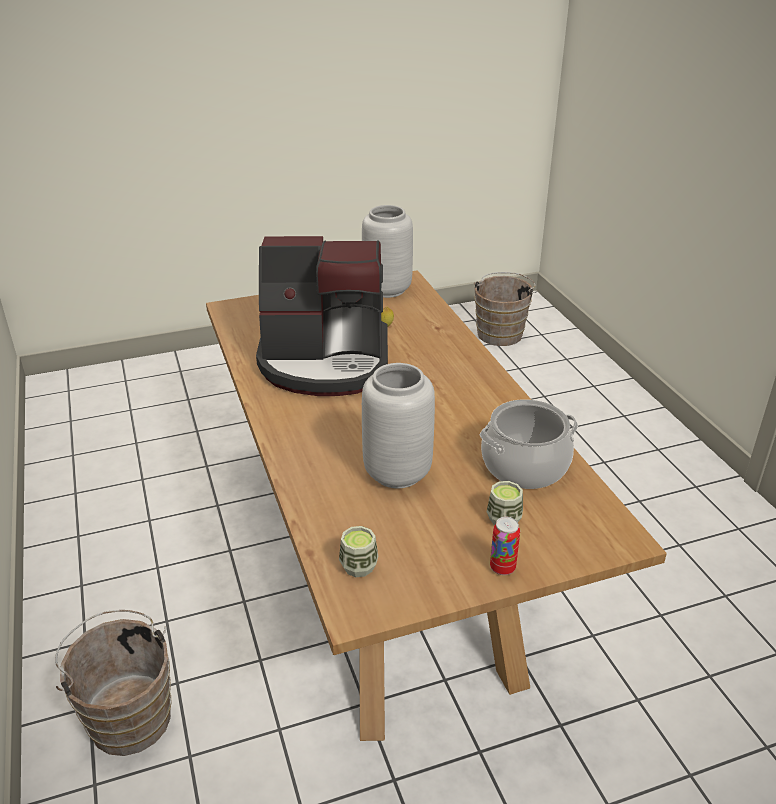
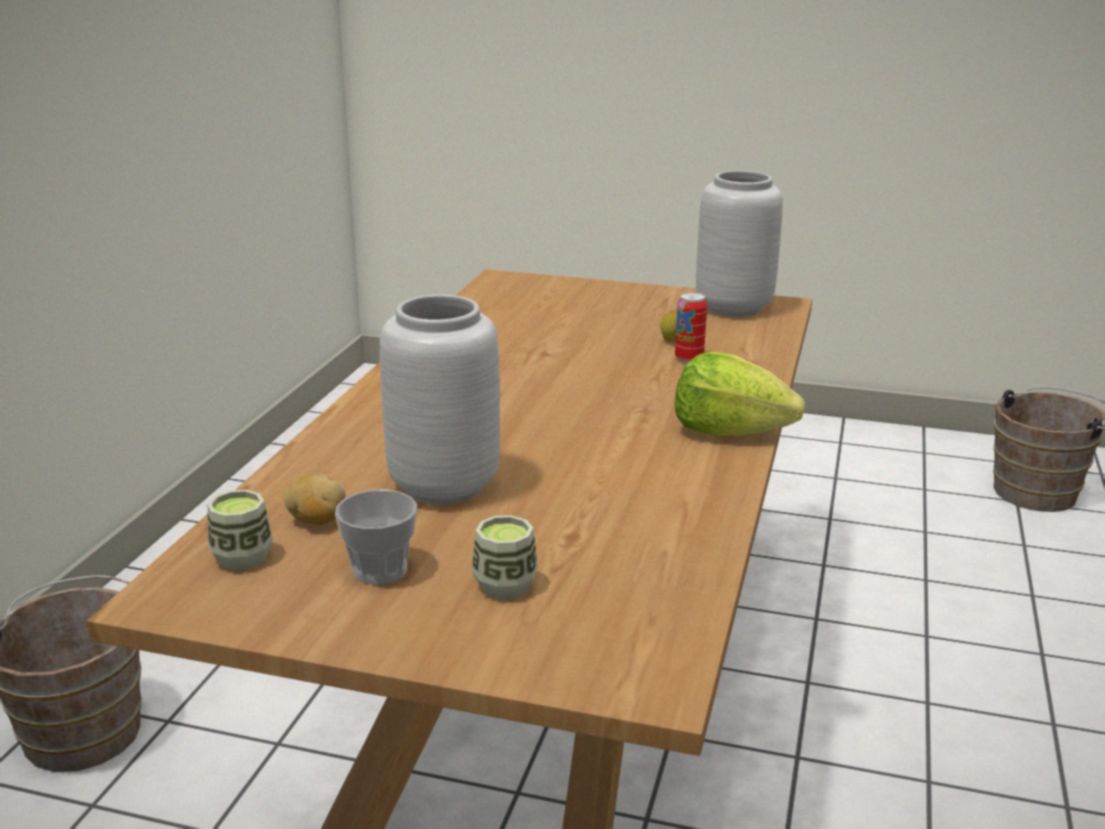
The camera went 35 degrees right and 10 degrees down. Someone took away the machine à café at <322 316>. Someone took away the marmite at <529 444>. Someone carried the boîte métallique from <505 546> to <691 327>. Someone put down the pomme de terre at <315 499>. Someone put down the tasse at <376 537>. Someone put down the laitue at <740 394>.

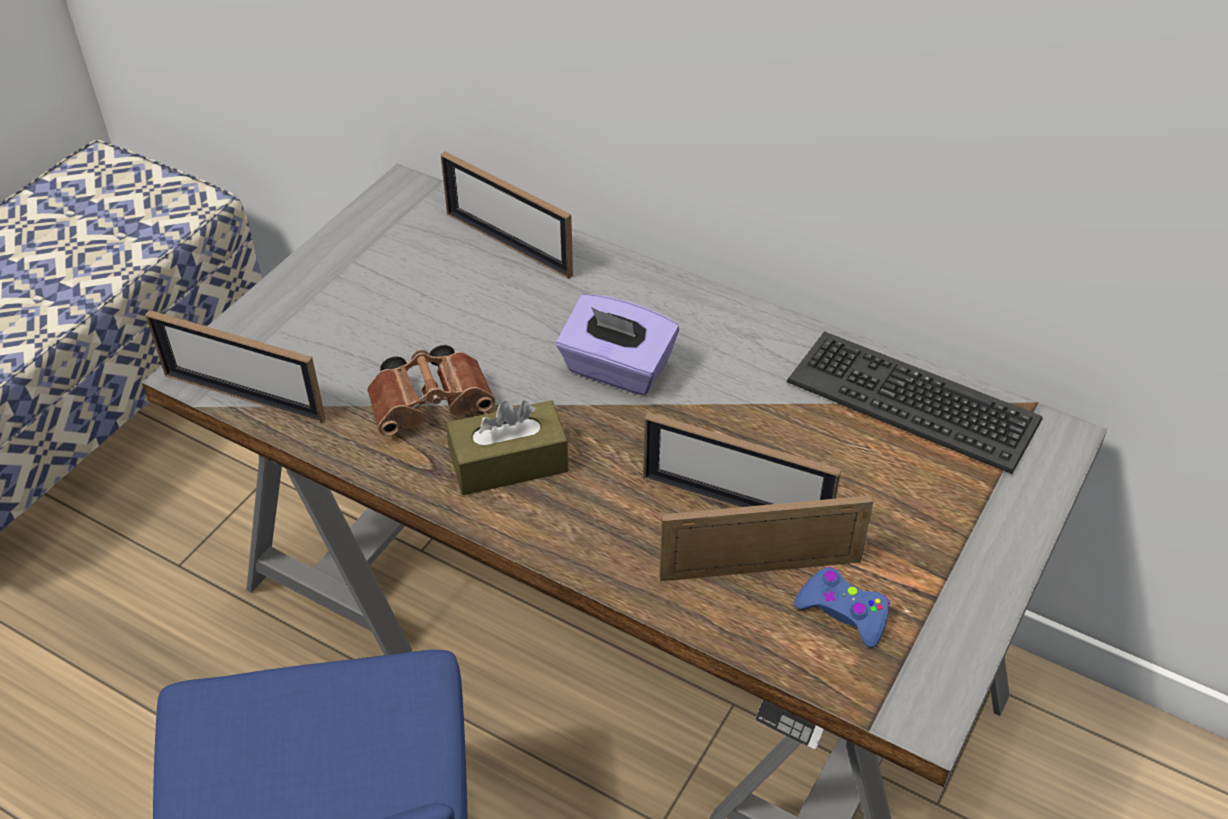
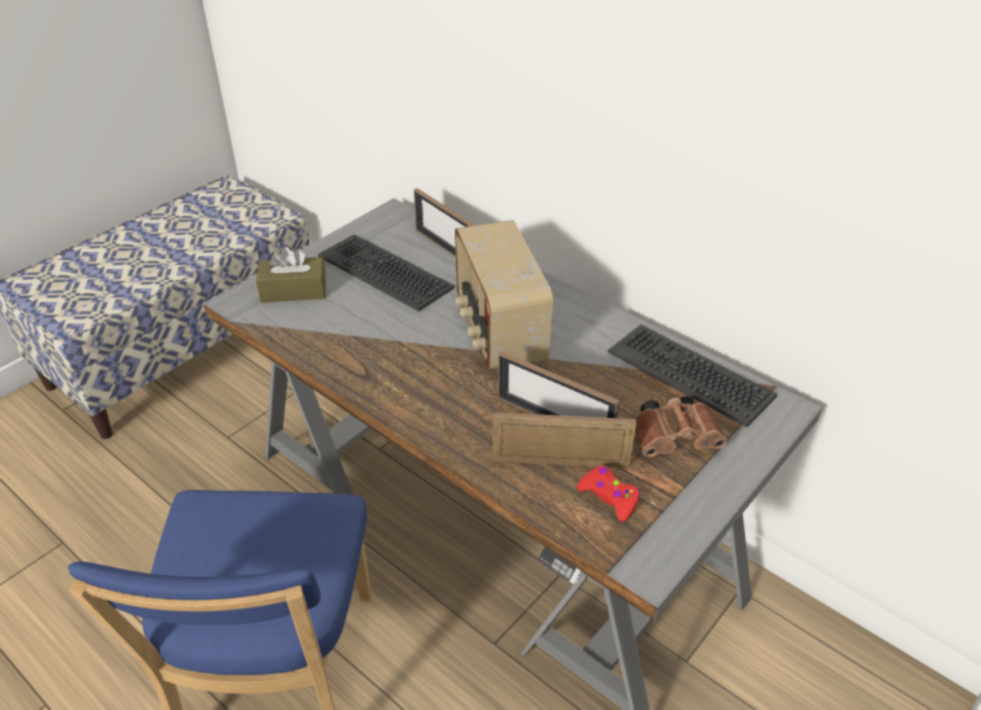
The camera went 10 degrees right and 5 degrees down. Someone took away the cadre photo at <235 366>. Someone carried the jumelles (marron) from <431 390> to <680 426>. Someone carried the boîte à mouchoirs (marron) from <507 447> to <291 275>. Someone swapped the boîte à mouchoirs (violet) at <617 344> for the radio at <504 294>. Someone repainted the manette (bleu) at <842 607>, which became the manette (rouge) at <608 494>. Someone put down the clavier at <386 272>.

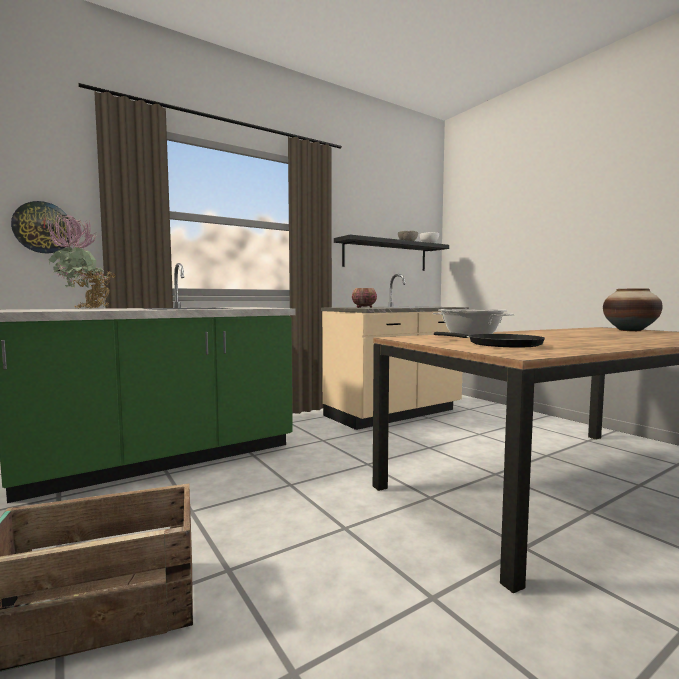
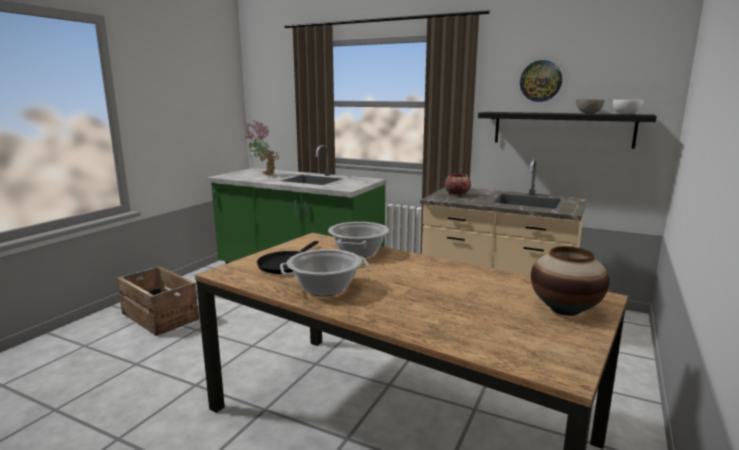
The camera went 60 degrees right and 10 degrees up. Someone carried the horloge murale from <41 227> to <541 81>. Someone put down the marmite at <324 272>.

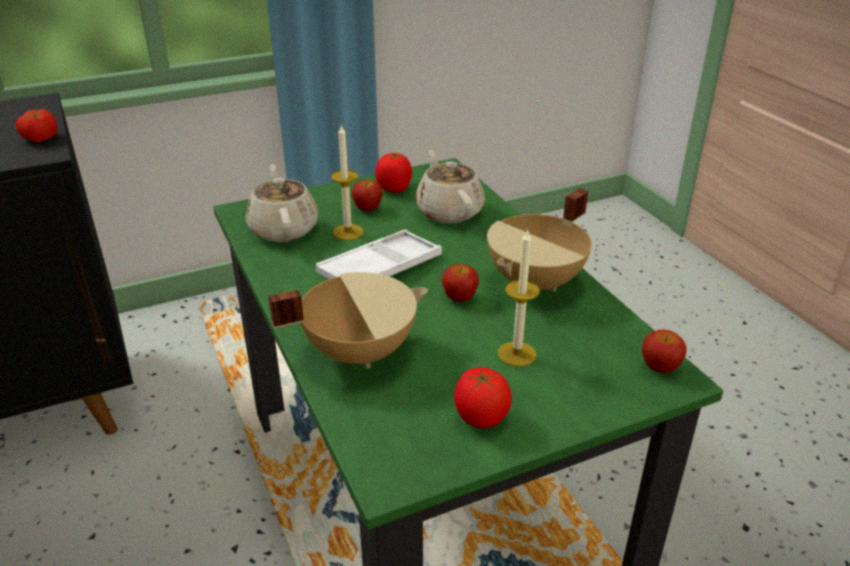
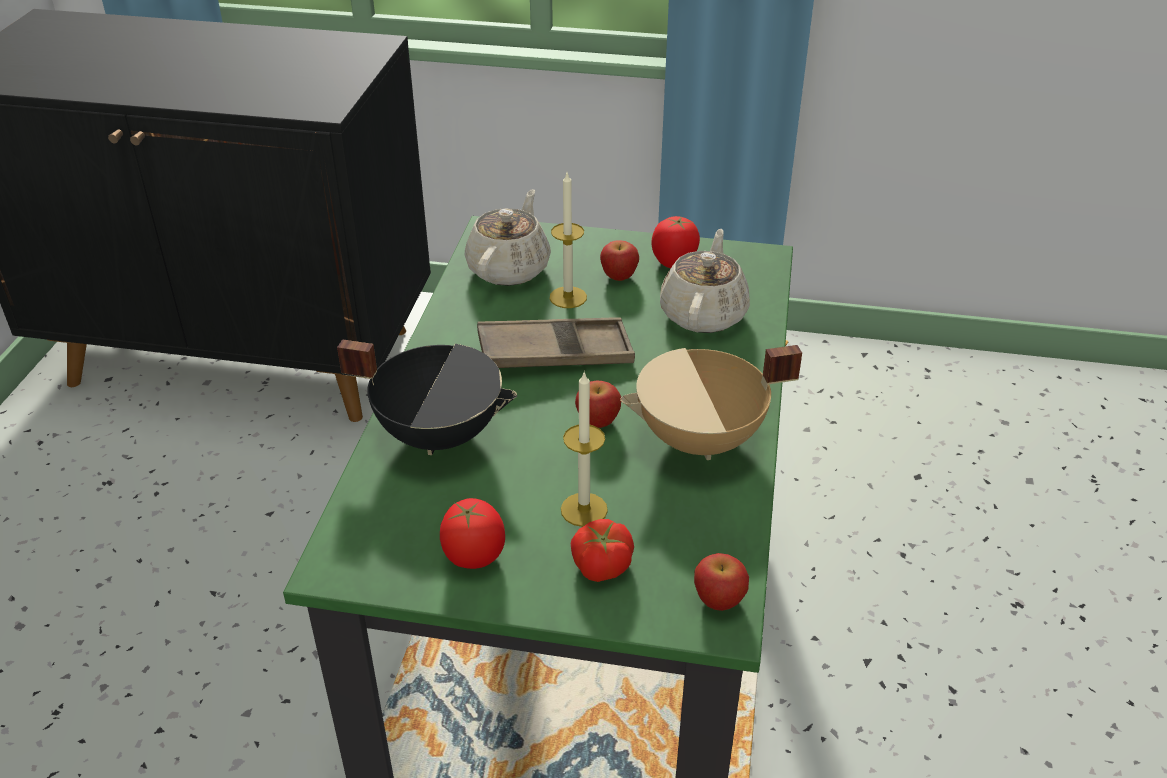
The camera went 35 degrees right and 5 degrees up. Someone carried the tomate from <36 126> to <602 550>. Someone repainted the marmite (beige) at <348 320>, which became the marmite (noir) at <427 397>. Someone repainted the plateau (blanc) at <379 254>, which became the plateau (marron) at <556 342>.

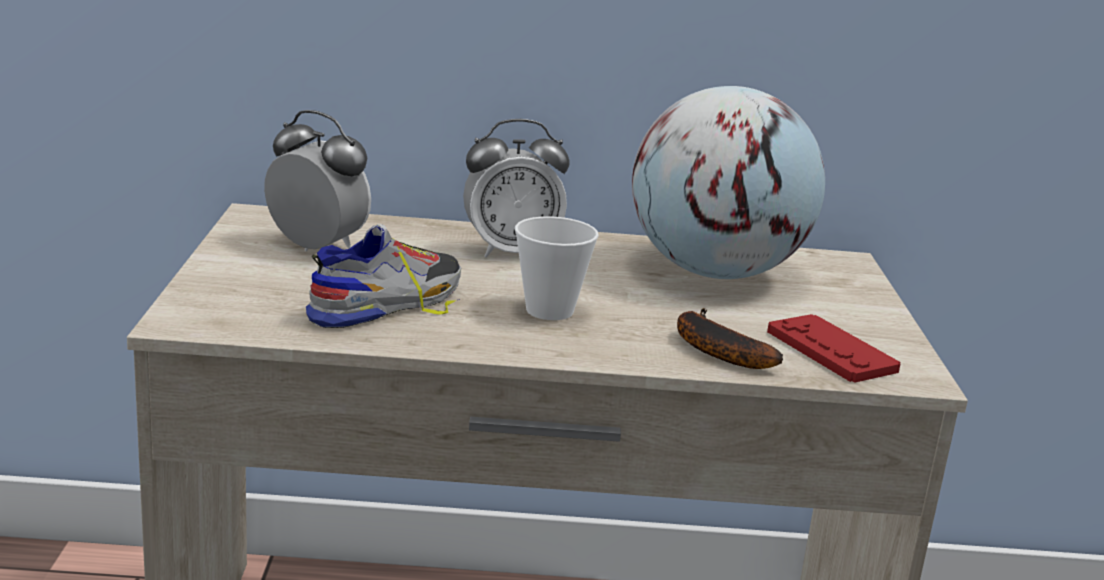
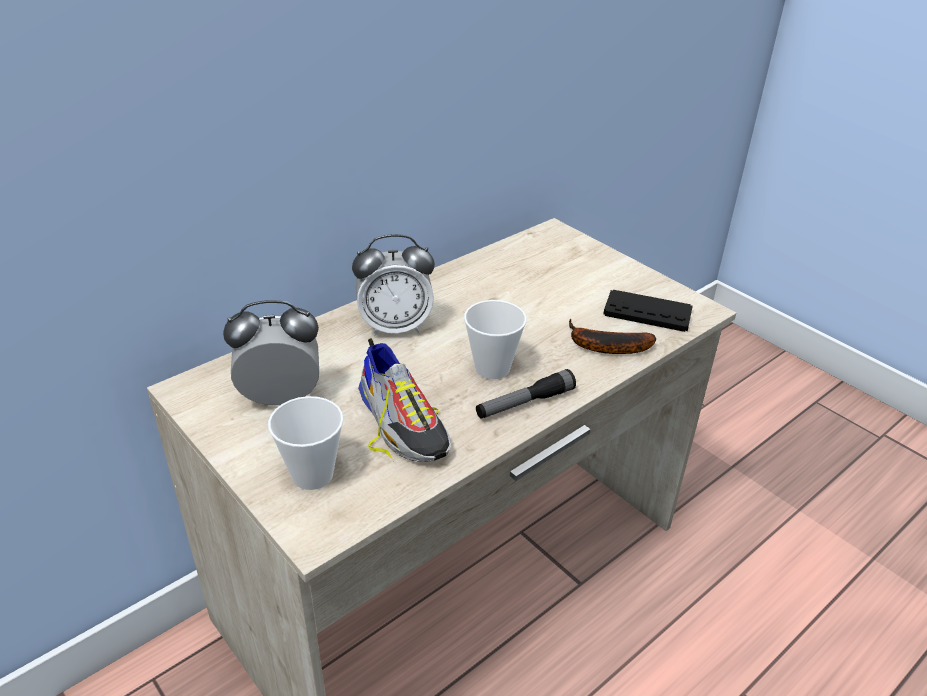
The camera went 40 degrees left and 15 degrees up. Someone rotated the chaussure at <383 276> by 150 degrees clockwise. Someone rotated the réveil at <516 188> by 45 degrees clockwise. Someone took away the globe at <728 182>. Someone repainted the manette (rouge) at <833 348>, which became the manette (noir) at <648 311>. Someone put down the tasse at <306 443>. Someone put down the lampe de poche at <526 394>.

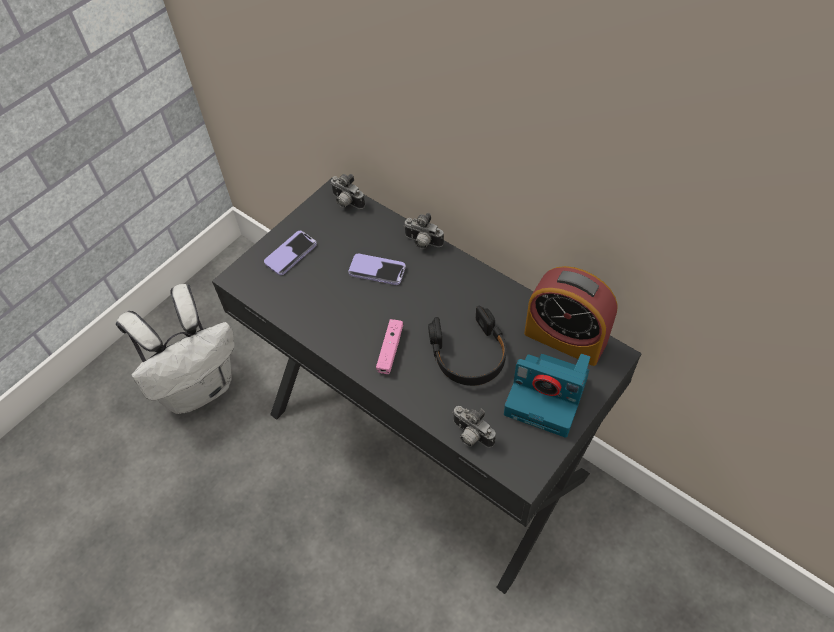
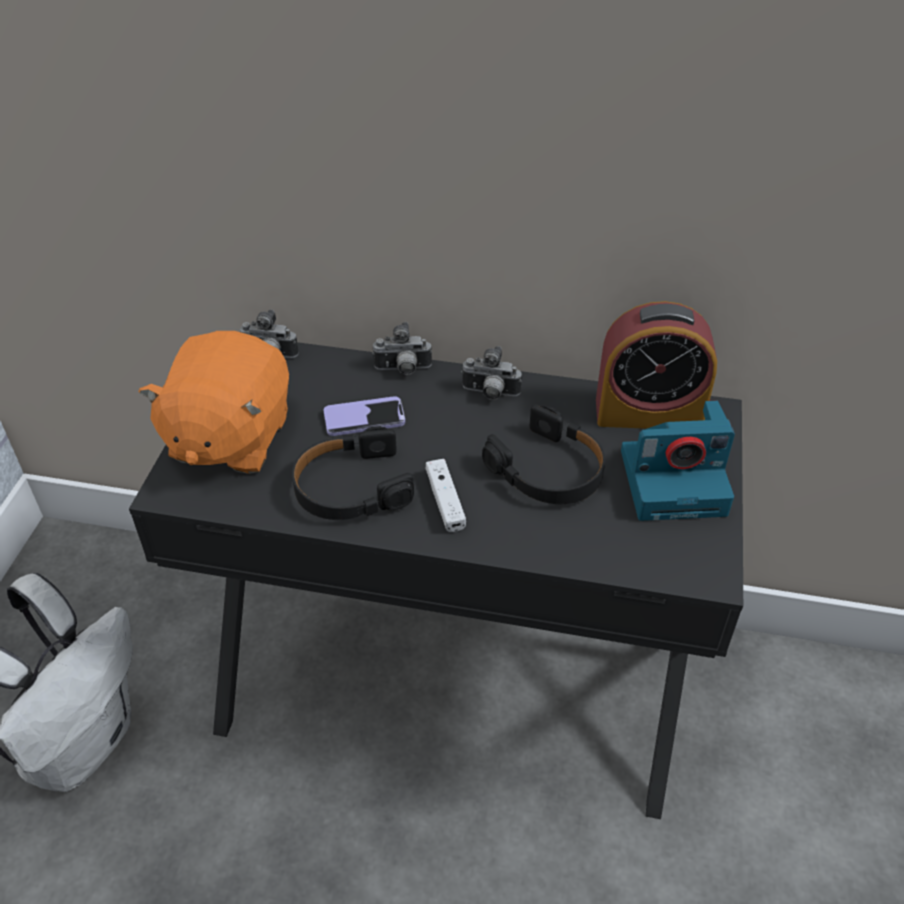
The camera went 30 degrees left and 10 degrees down. Someone swapped the téléphone at <290 253> for the peluche (orange) at <213 402>. Someone repainted the manette (rose) at <389 346>, which became the manette (blanc) at <446 495>. Someone carried the appareil photo from <474 427> to <491 373>. Someone put down the casque audio (noir) at <353 473>.

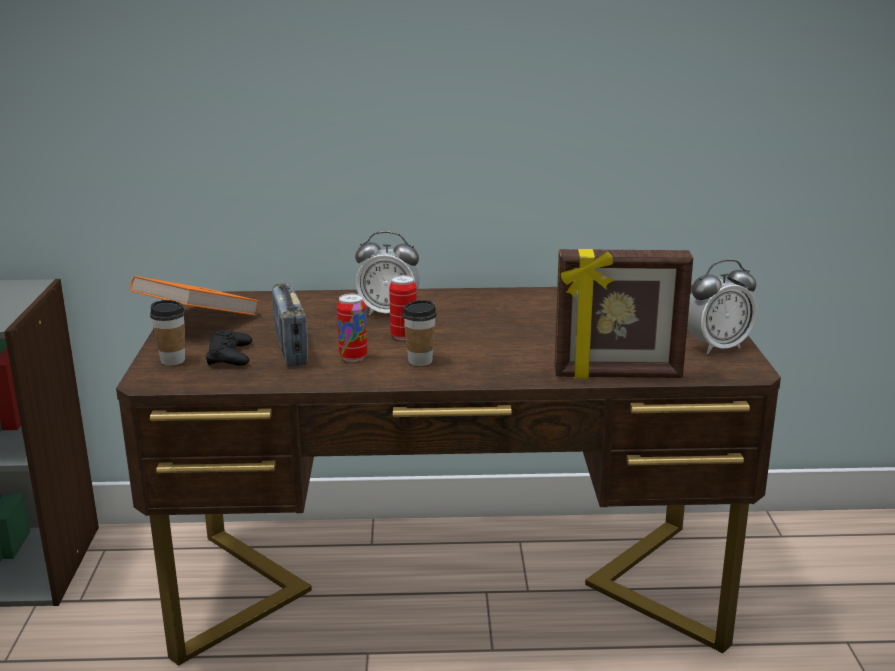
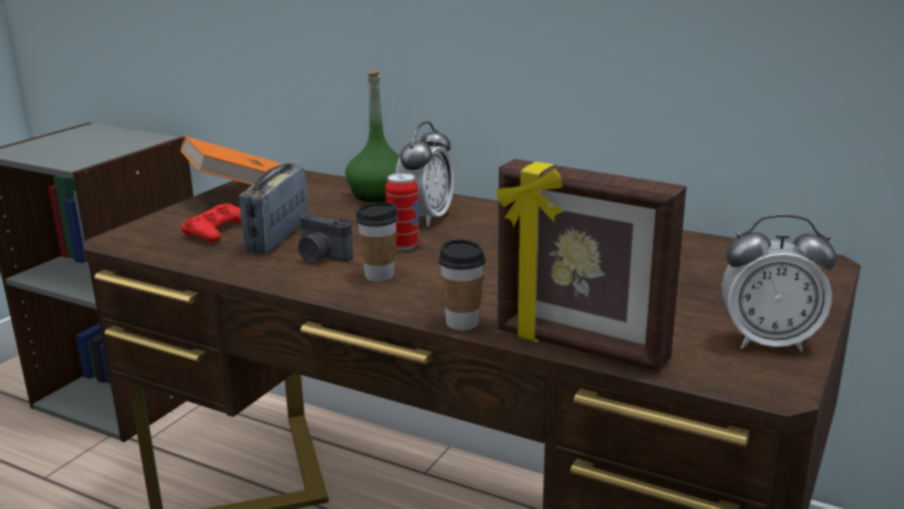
The camera went 30 degrees right and 0 degrees up. Someone carried the tasse from <167 332> to <462 284>. Someone repainted the manette (noir) at <229 348>, which became the manette (rouge) at <211 222>. Someone swapped the boîte métallique at <352 328> for the appareil photo at <325 238>. Someone rotated the réveil at <387 273> by 105 degrees counterclockwise. Someone put down the bouteille (vert) at <372 136>.

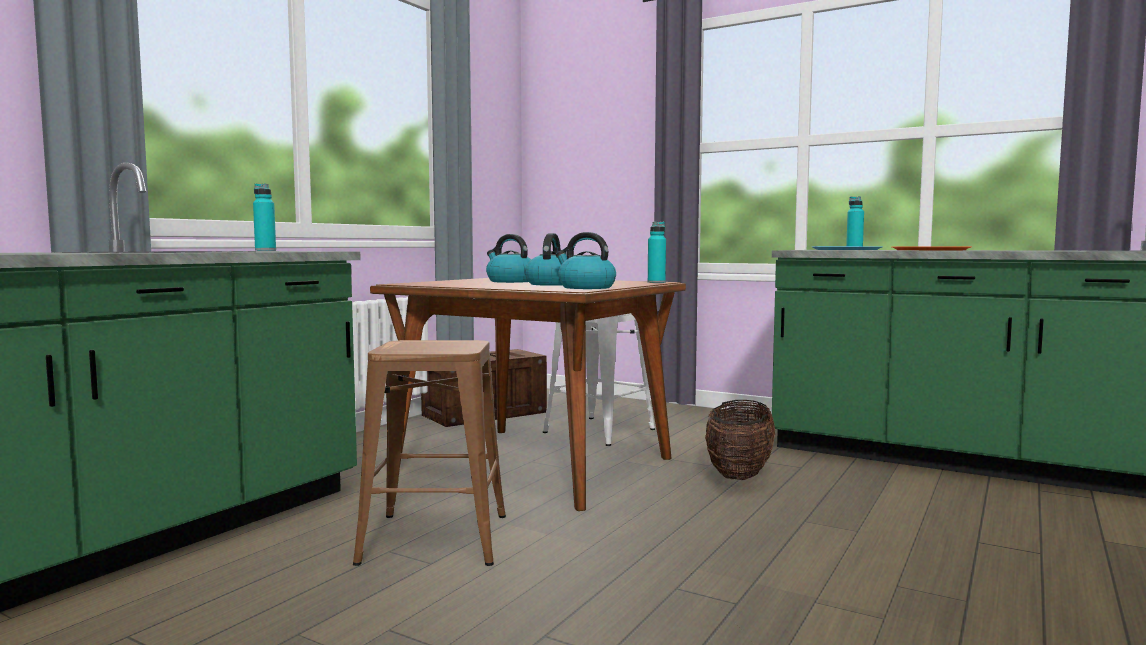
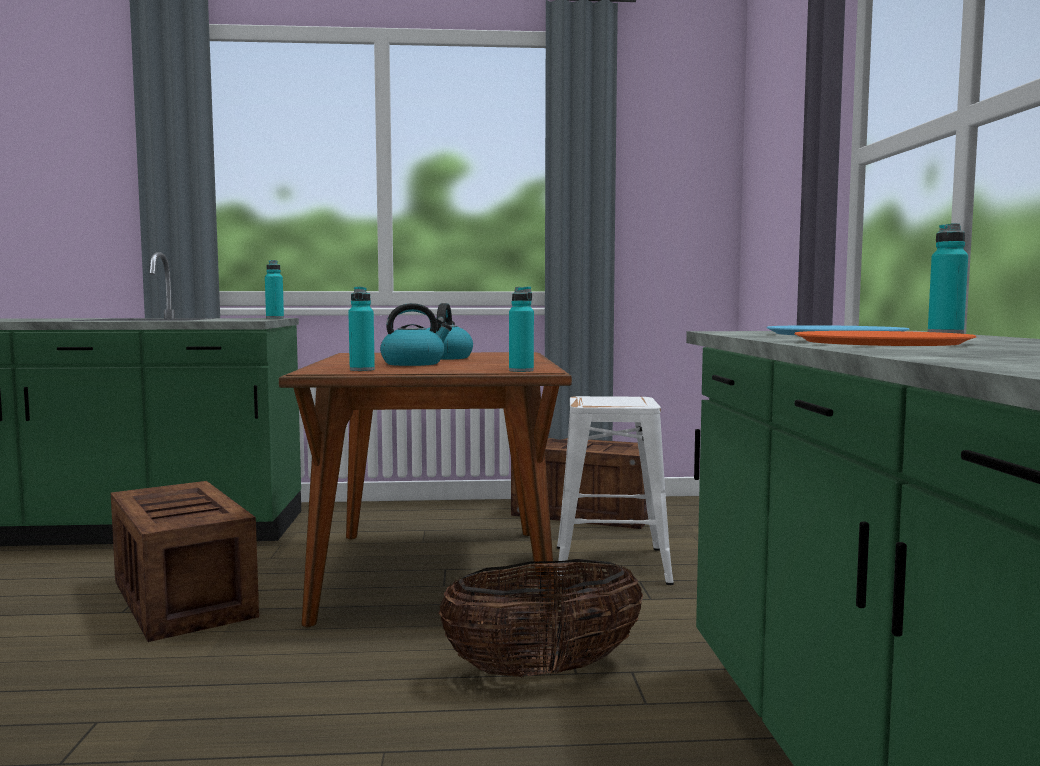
The camera went 55 degrees right and 0 degrees up. Someone swapped the tabouret (marron) at <429 453> for the caisse at <185 561>. Someone swapped the bouilloire at <586 260> for the bouteille (turquoise) at <361 329>.

